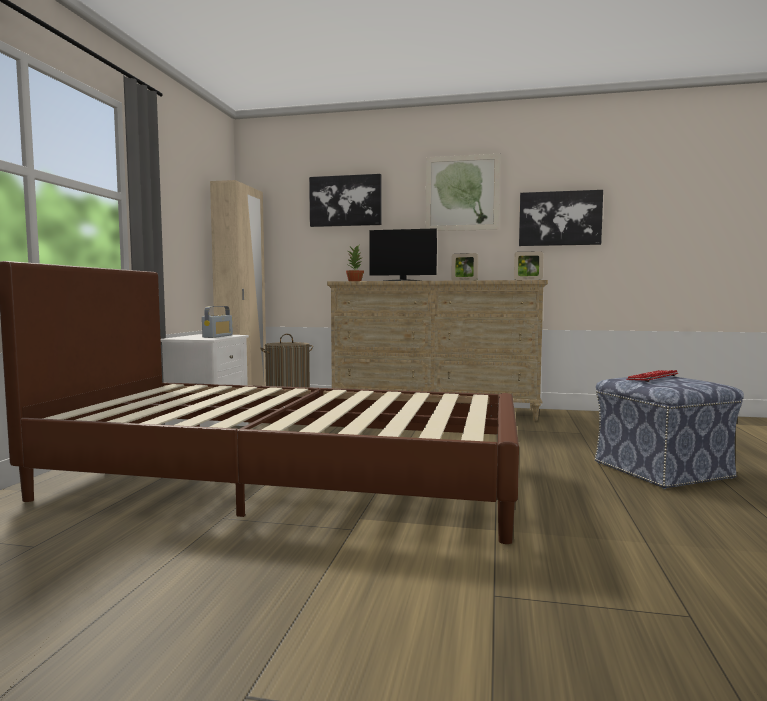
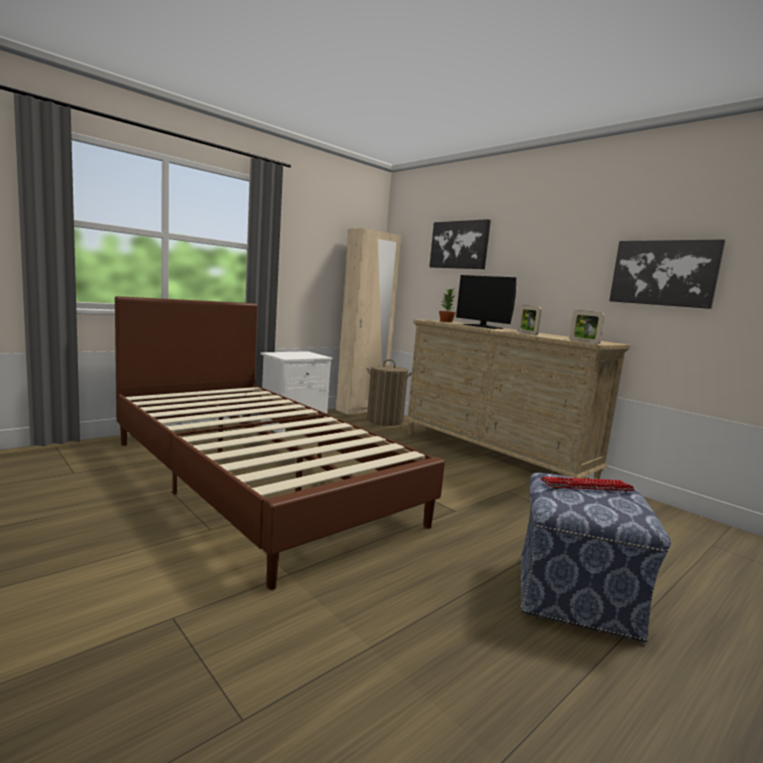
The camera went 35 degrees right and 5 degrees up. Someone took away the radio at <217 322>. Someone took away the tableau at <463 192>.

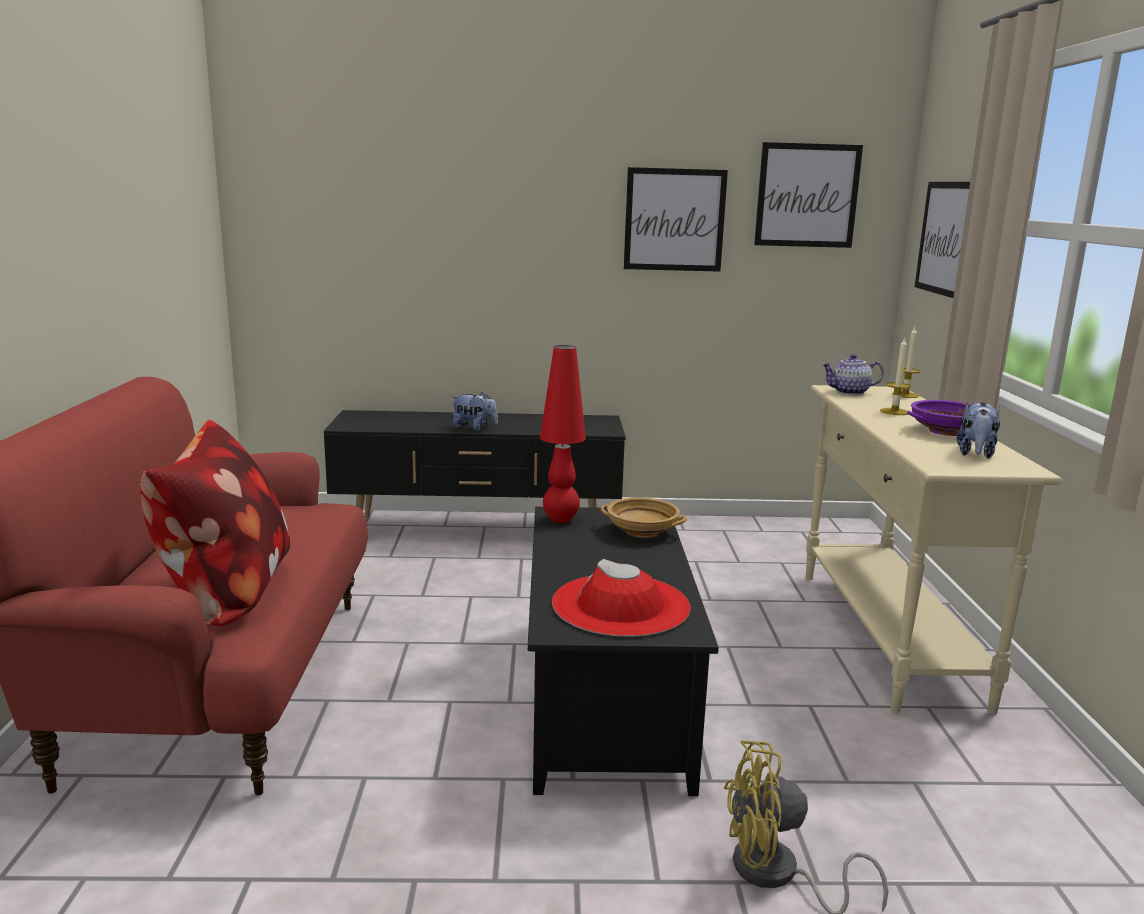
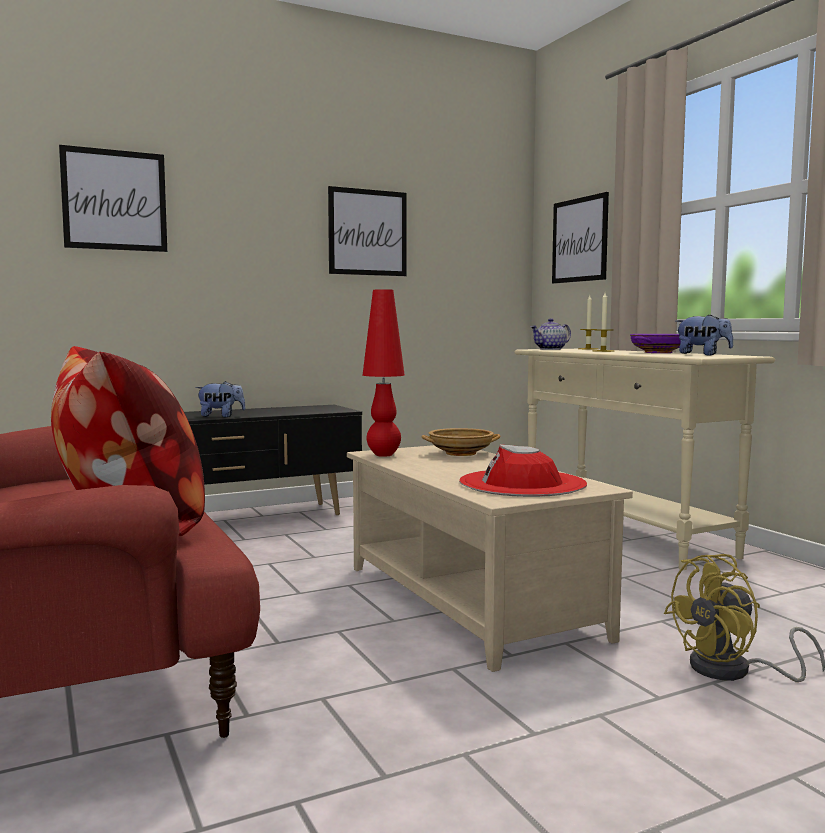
The camera went 25 degrees left and 10 degrees down. Someone repainted the table basse (noir) at <623 651>, which became the table basse (beige) at <490 558>. Someone carried the tableau from <808 195> to <113 198>. Someone rotated the peluche at <978 430> by 60 degrees counterclockwise.

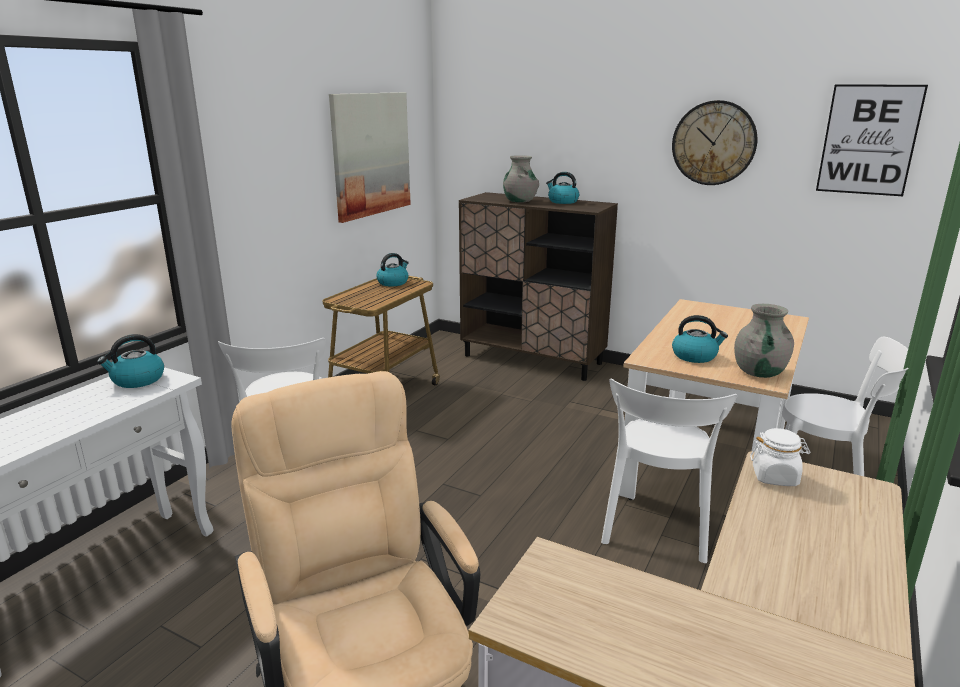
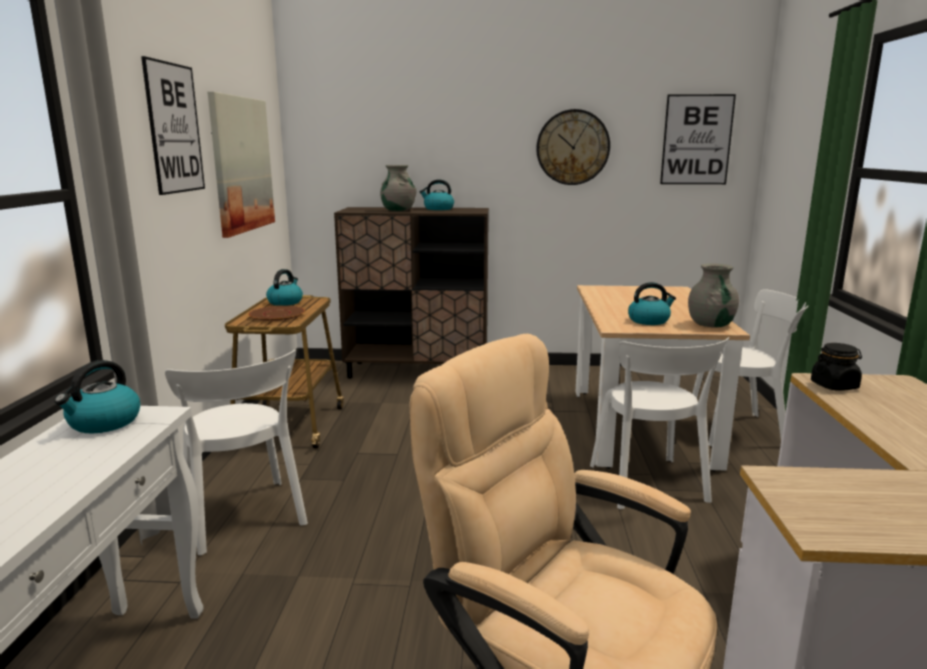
The camera went 25 degrees left and 5 degrees down. Someone repainted the bocal (blanc) at <780 457>, which became the bocal (noir) at <836 367>. Someone put up the tableau at <173 125>. Someone put down the assiette (marron) at <276 313>.

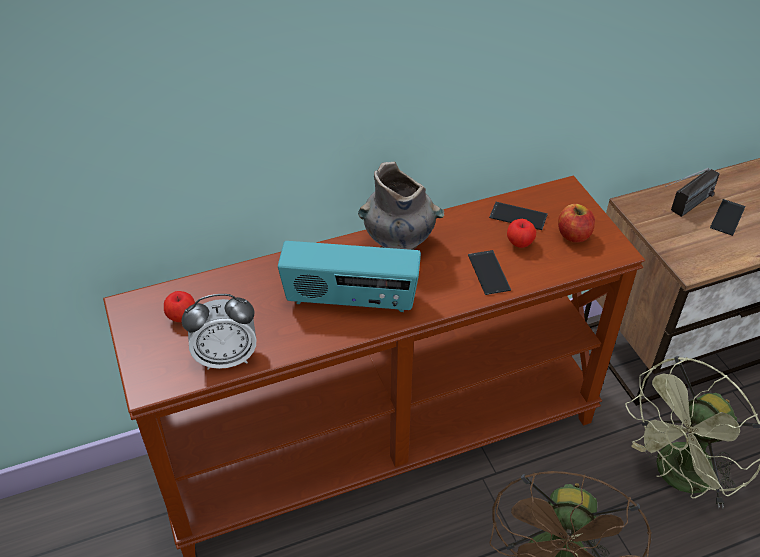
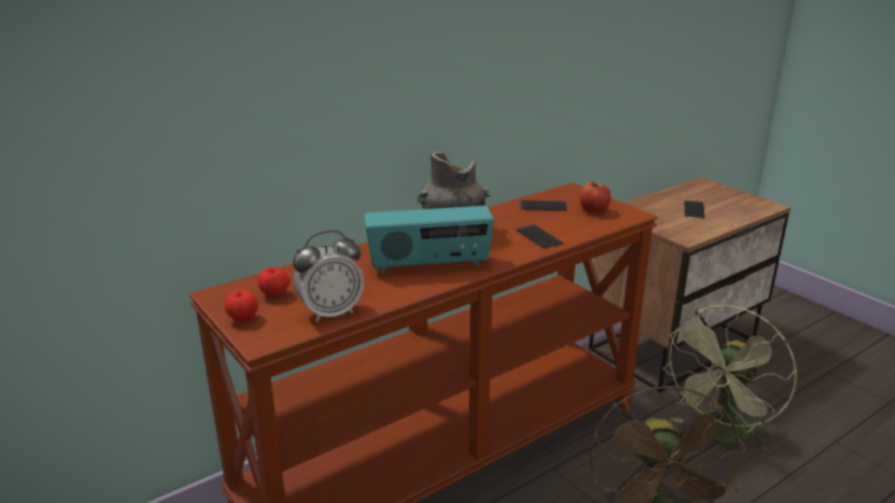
The camera went 15 degrees left and 20 degrees down. Someone carried the pomme from <521 233> to <241 306>. Someone took away the radio at <692 192>.

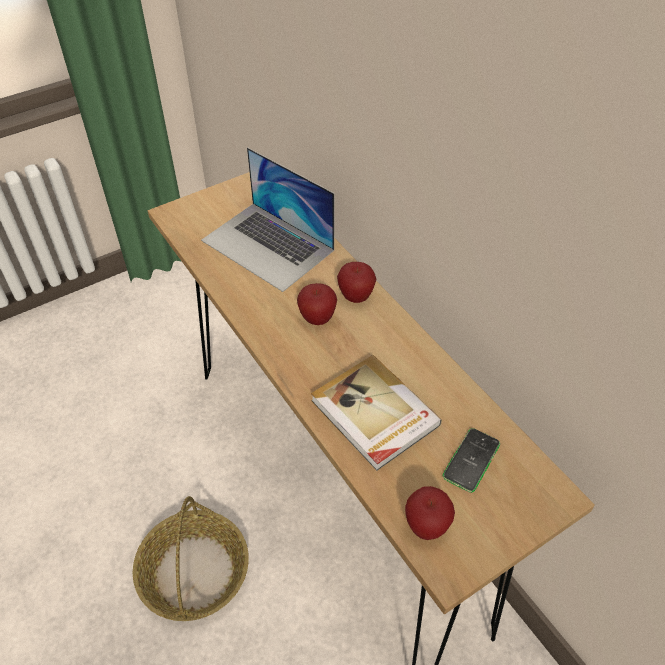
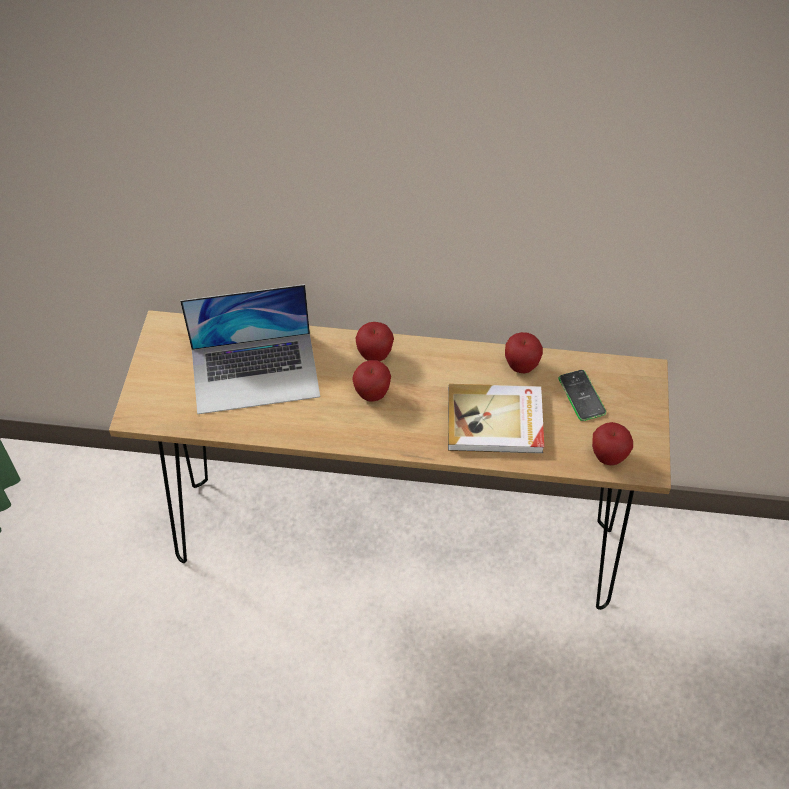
The camera went 50 degrees left and 5 degrees up. Someone took away the panier at <191 558>. Someone put down the pomme at <524 353>.

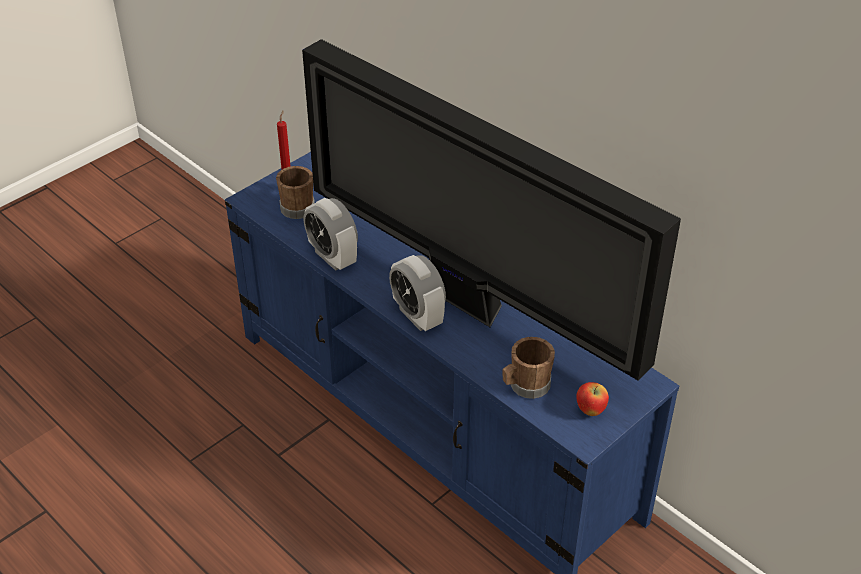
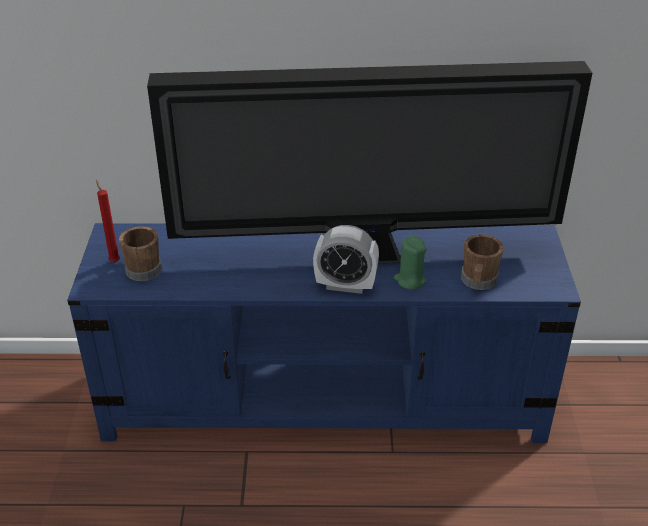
The camera went 45 degrees left and 5 degrees down. Someone took away the réveil at <331 234>. Someone took away the pomme at <592 399>. Someone put down the bougie (vert) at <410 262>.

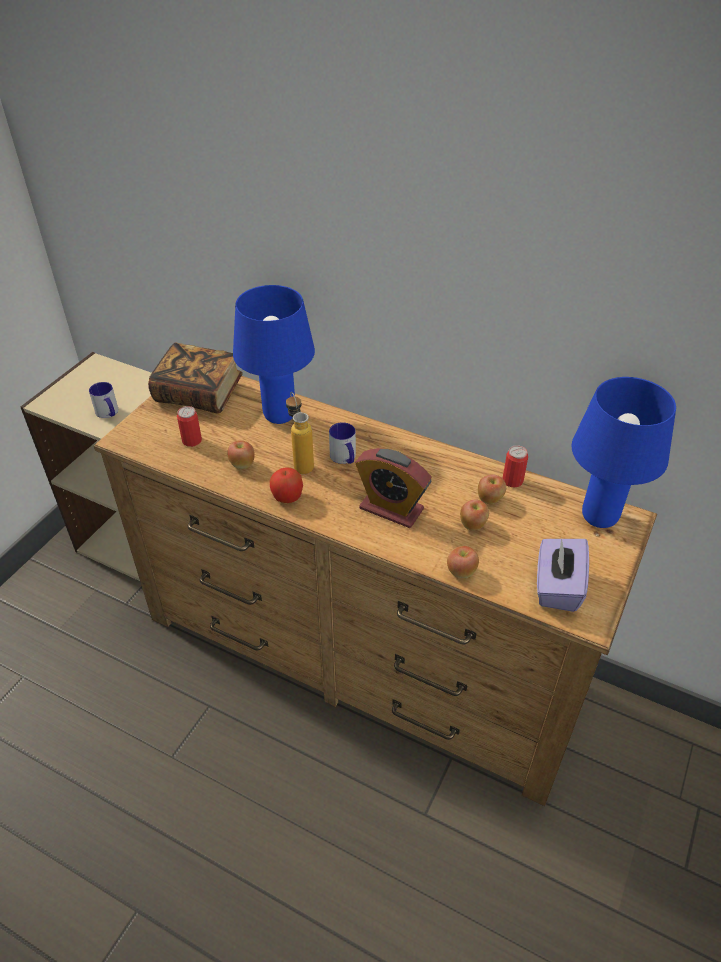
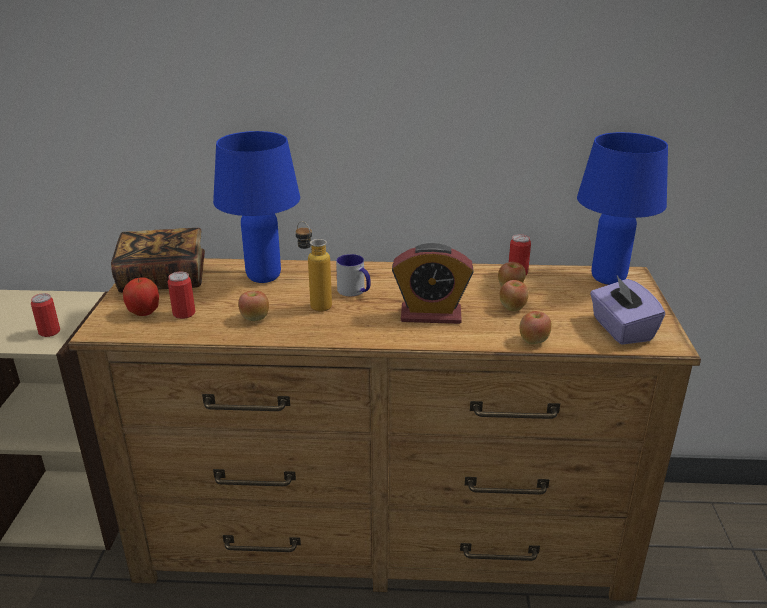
The camera went 25 degrees left and 15 degrees down. Someone swapped the mug at <103 400> for the boîte métallique at <45 315>. Someone carried the pomme from <286 485> to <141 296>.

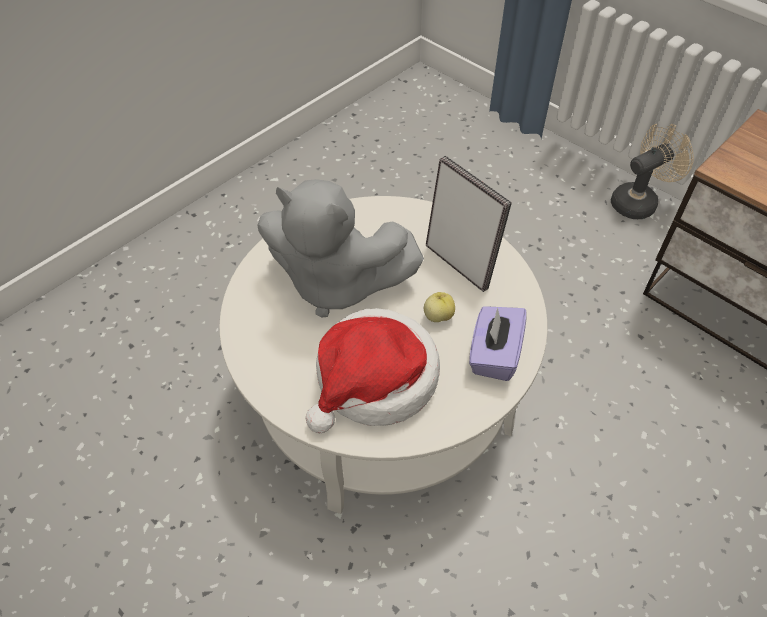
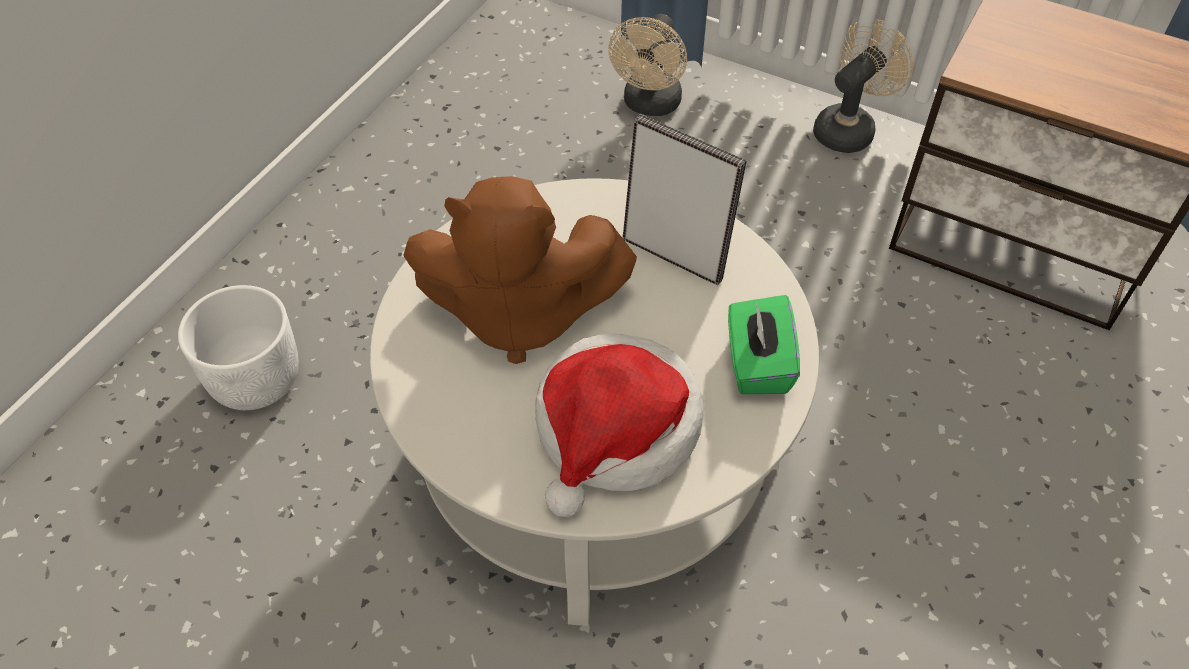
The camera went 15 degrees left and 0 degrees up. Someone repainted the peluche (gris) at <341 248>, which became the peluche (marron) at <520 270>. Someone took away the pomme at <439 307>. Someone repainted the boîte à mouchoirs (violet) at <497 343>, which became the boîte à mouchoirs (vert) at <764 344>. Someone put down the cache-pot (blanc) at <238 347>. Someone put down the ventilateur (beige) at <647 65>.

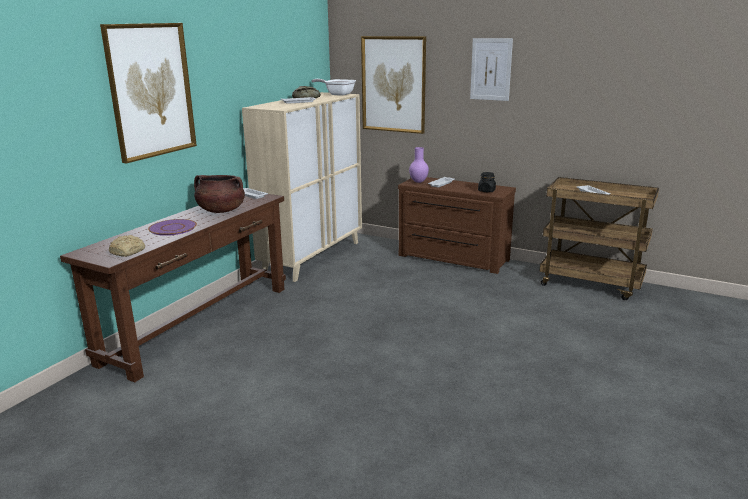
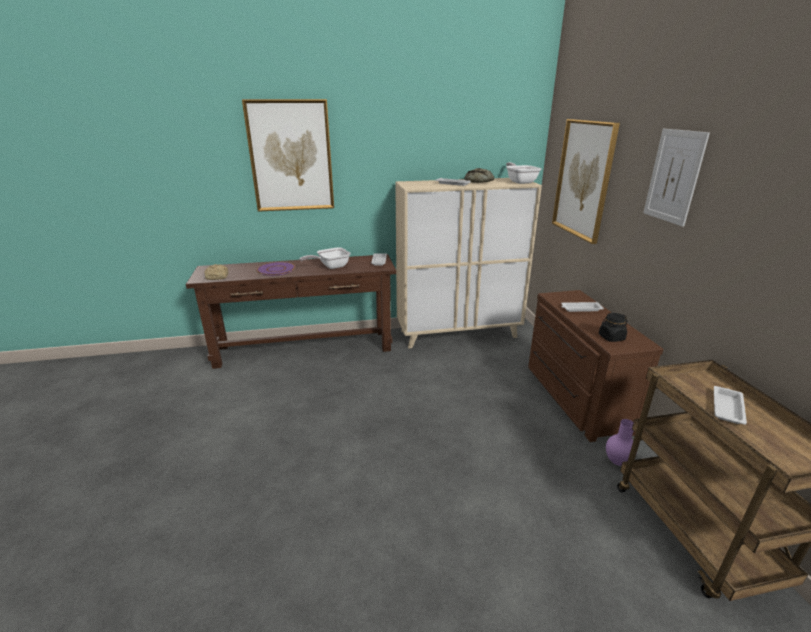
The camera went 50 degrees right and 5 degrees up. Someone swapped the marmite (marron) at <219 194> for the poêle at <325 258>. Someone carried the vase (violet) from <419 165> to <621 442>.

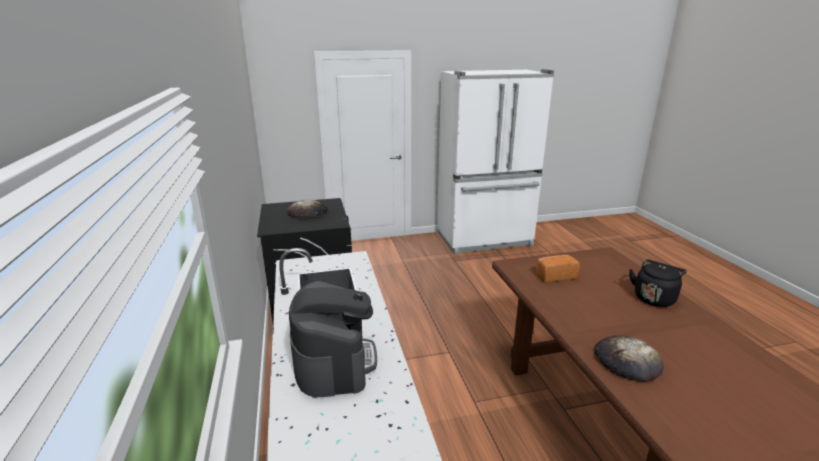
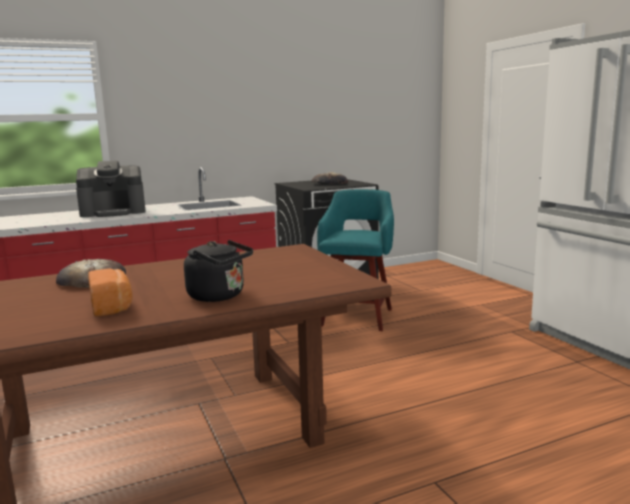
The camera went 80 degrees right and 10 degrees down. Someone carried the pain from <558 268> to <110 292>. Someone put down the tabouret (turquoise) at <355 260>.

